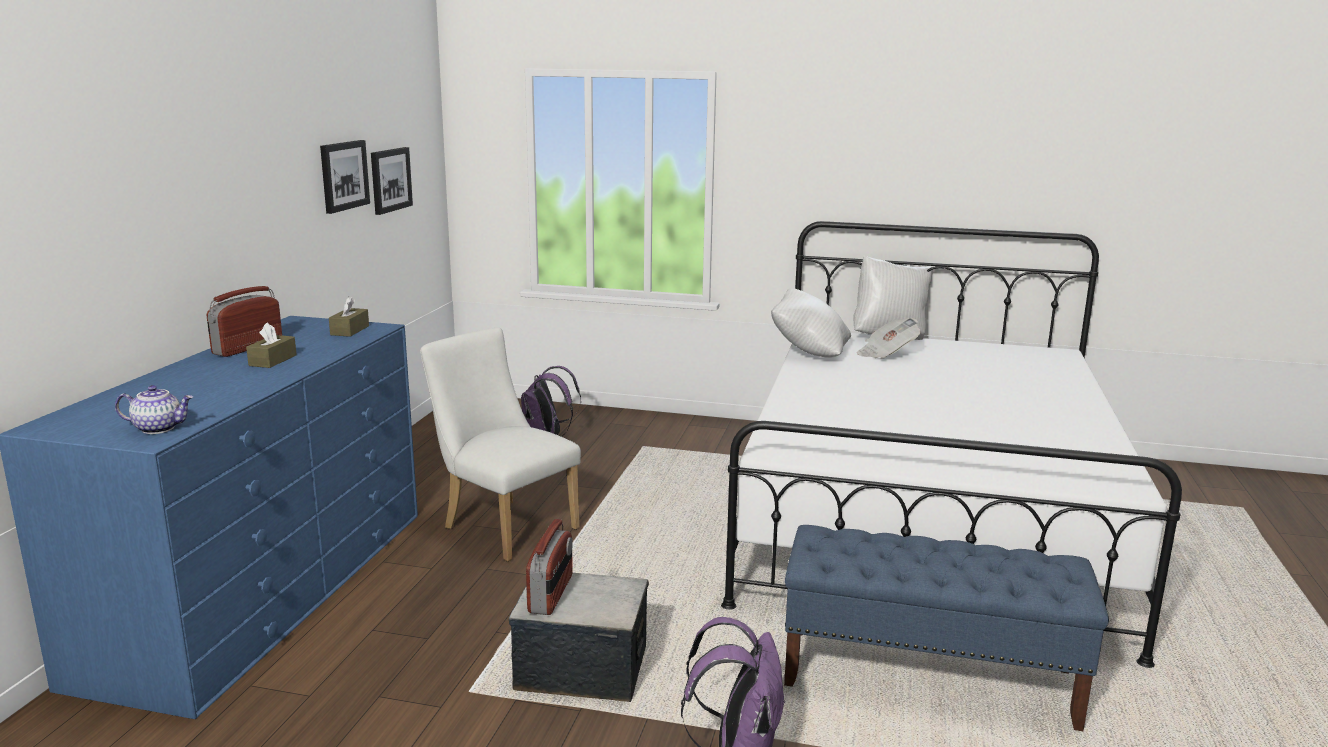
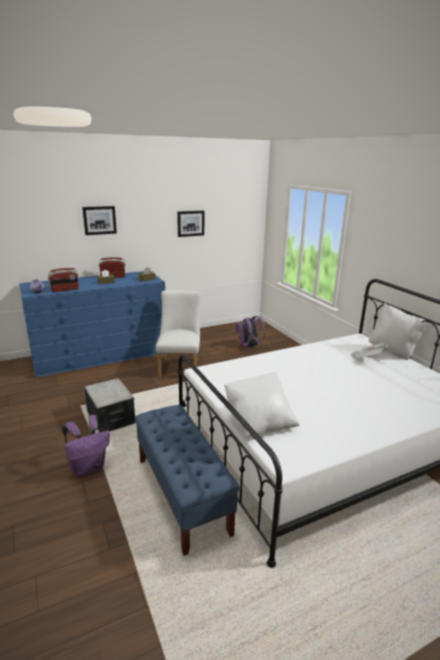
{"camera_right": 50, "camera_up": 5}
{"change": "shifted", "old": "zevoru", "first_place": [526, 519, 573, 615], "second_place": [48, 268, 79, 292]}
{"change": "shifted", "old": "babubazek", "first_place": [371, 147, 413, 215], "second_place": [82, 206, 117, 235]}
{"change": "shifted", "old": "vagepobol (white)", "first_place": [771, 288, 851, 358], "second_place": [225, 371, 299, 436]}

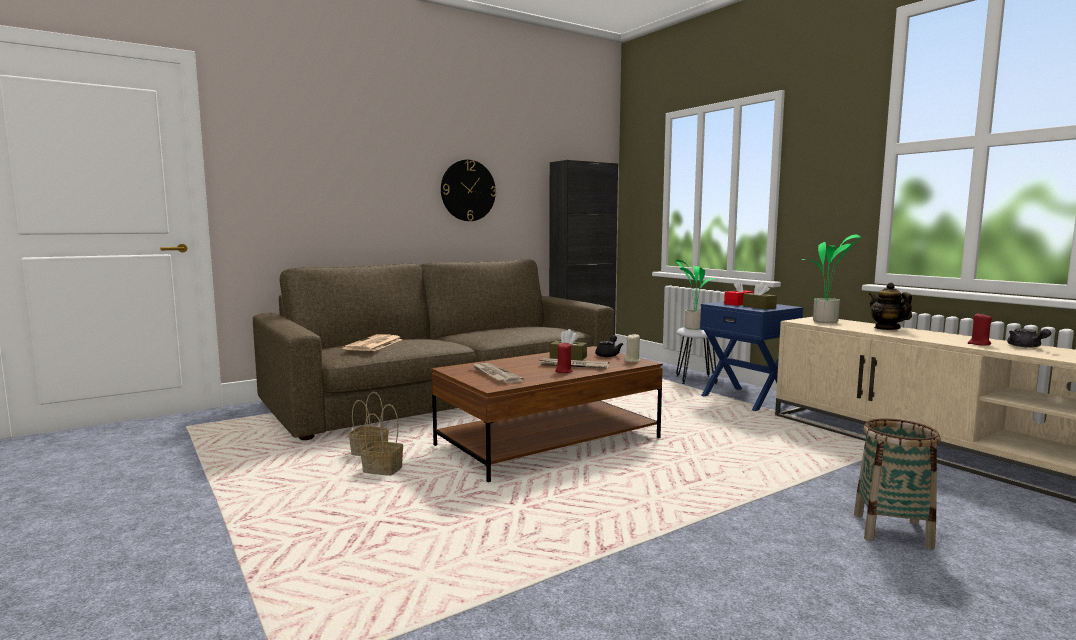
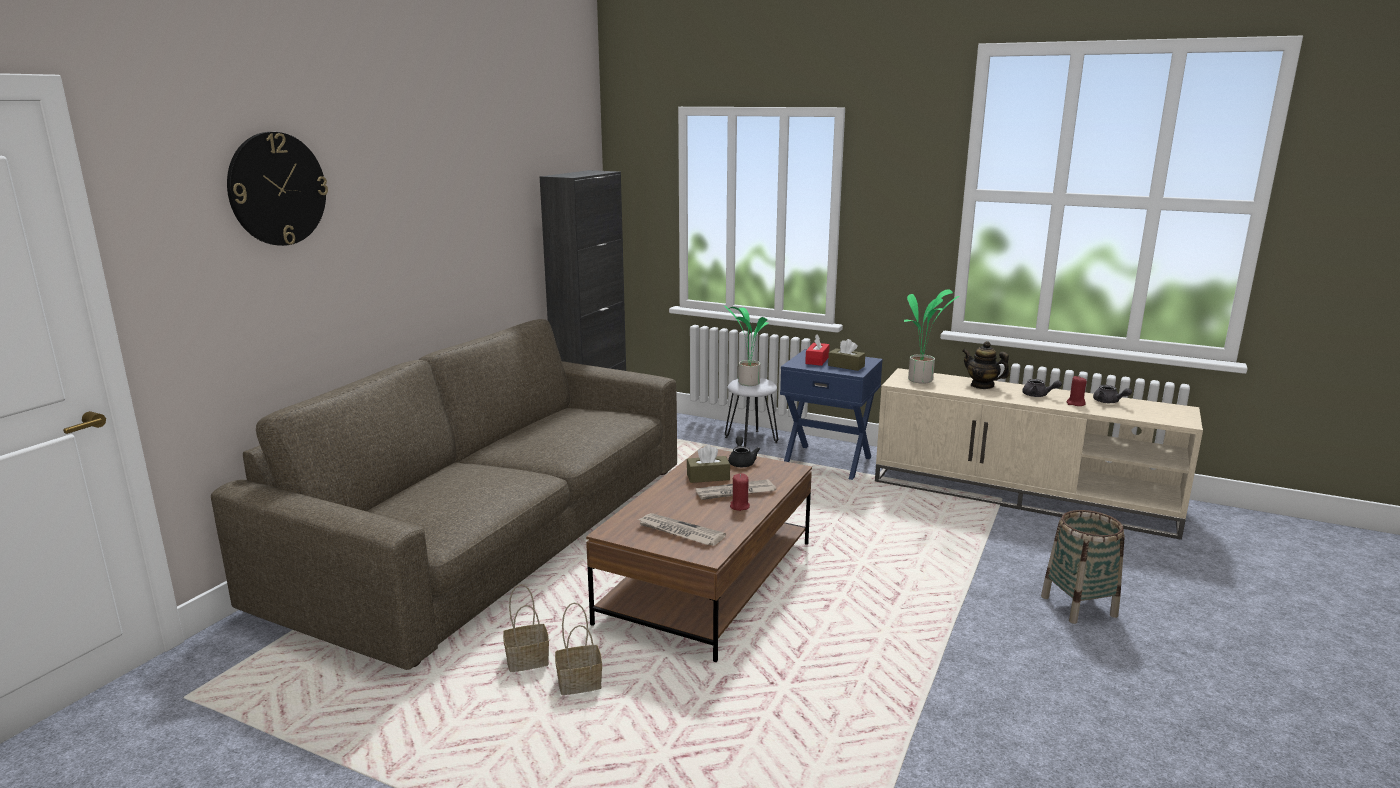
{"camera_right": -30, "camera_up": 10}
{"change": "shifted", "old": "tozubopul", "first_place": [441, 160, 496, 221], "second_place": [227, 132, 328, 246]}
{"change": "new", "new": "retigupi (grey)", "second_place": [1022, 379, 1062, 397]}
{"change": "gone", "old": "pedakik", "first_place": [342, 335, 403, 351]}
{"change": "gone", "old": "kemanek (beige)", "first_place": [624, 333, 641, 362]}

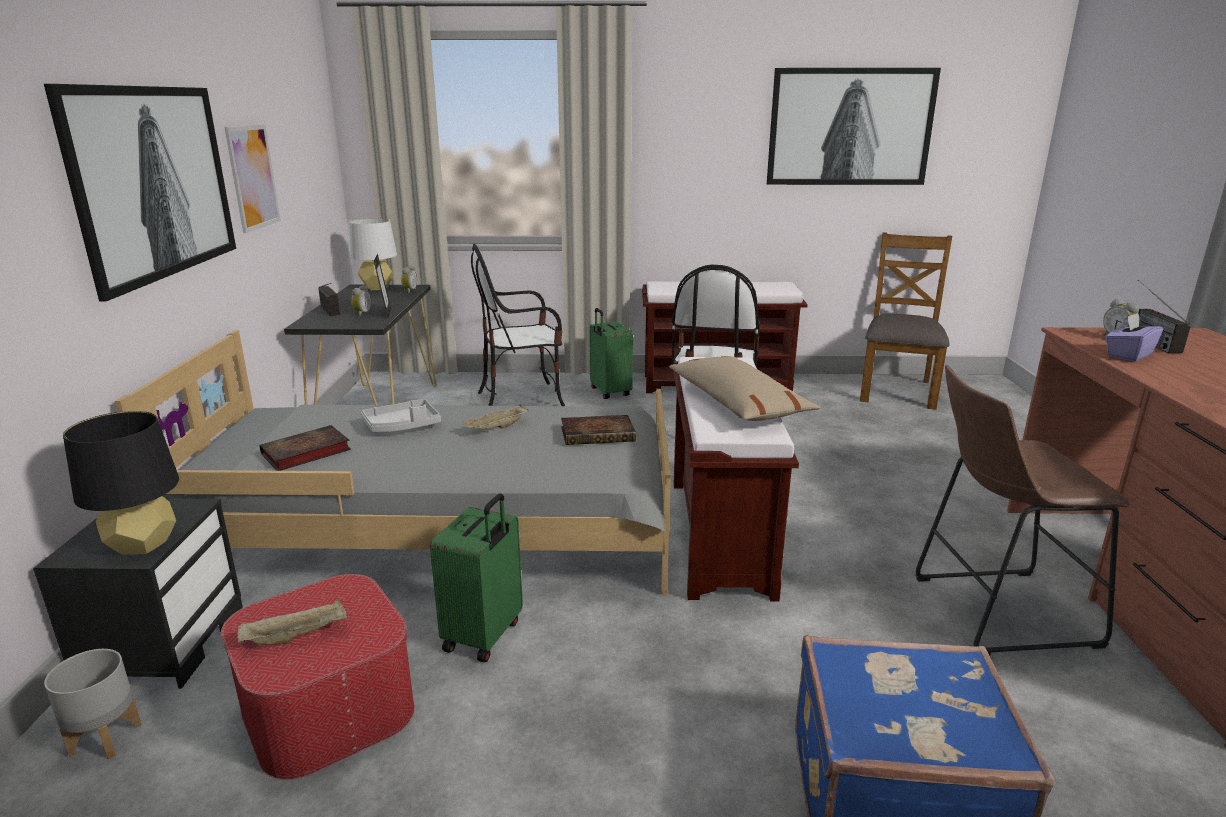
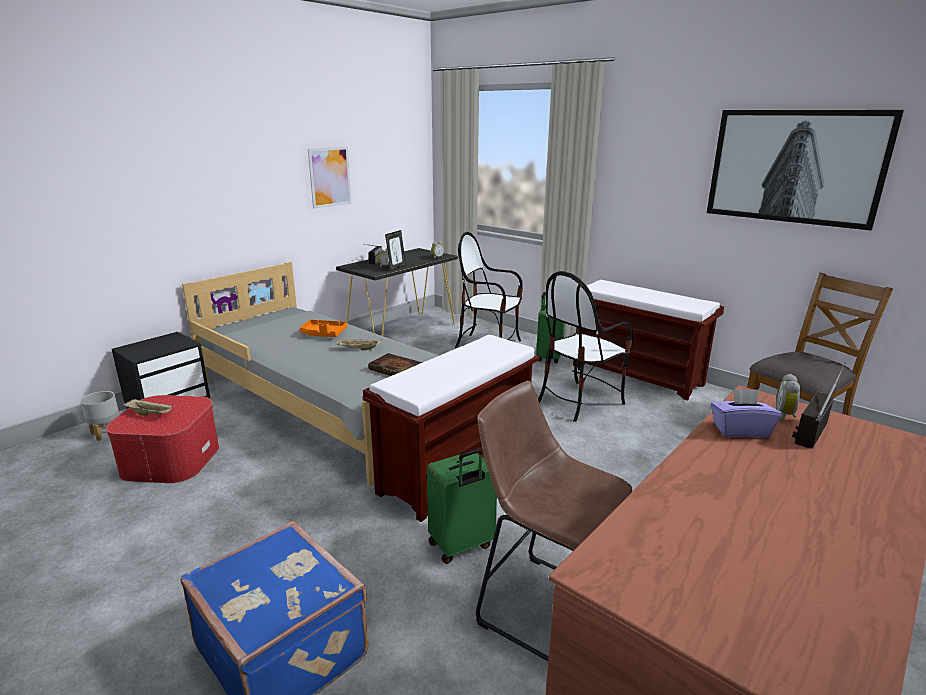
{"camera_right": 40, "camera_up": 0}
{"change": "repainted", "old": "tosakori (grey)", "new": "tosakori (orange)", "first_place": [361, 399, 441, 432], "second_place": [300, 319, 347, 337]}
{"change": "shifted", "old": "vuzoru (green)", "first_place": [430, 493, 523, 662], "second_place": [427, 449, 497, 564]}
{"change": "gone", "old": "babubazek", "first_place": [44, 84, 236, 302]}
{"change": "gone", "old": "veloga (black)", "first_place": [63, 411, 179, 555]}
{"change": "gone", "old": "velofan", "first_place": [259, 425, 351, 471]}
{"change": "gone", "old": "veloga (white)", "first_place": [349, 218, 397, 290]}
{"change": "gone", "old": "vagepobol (beige)", "first_place": [669, 356, 821, 421]}

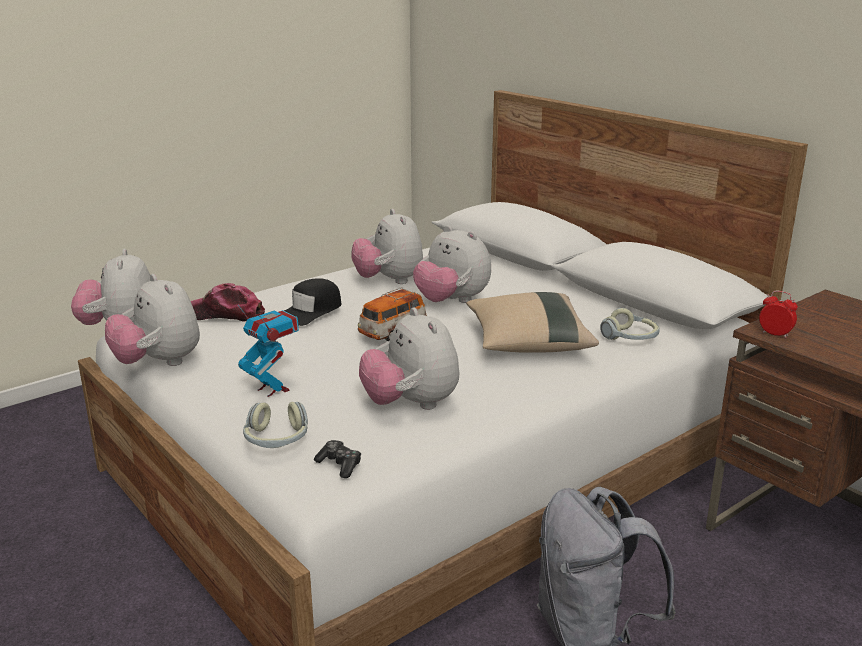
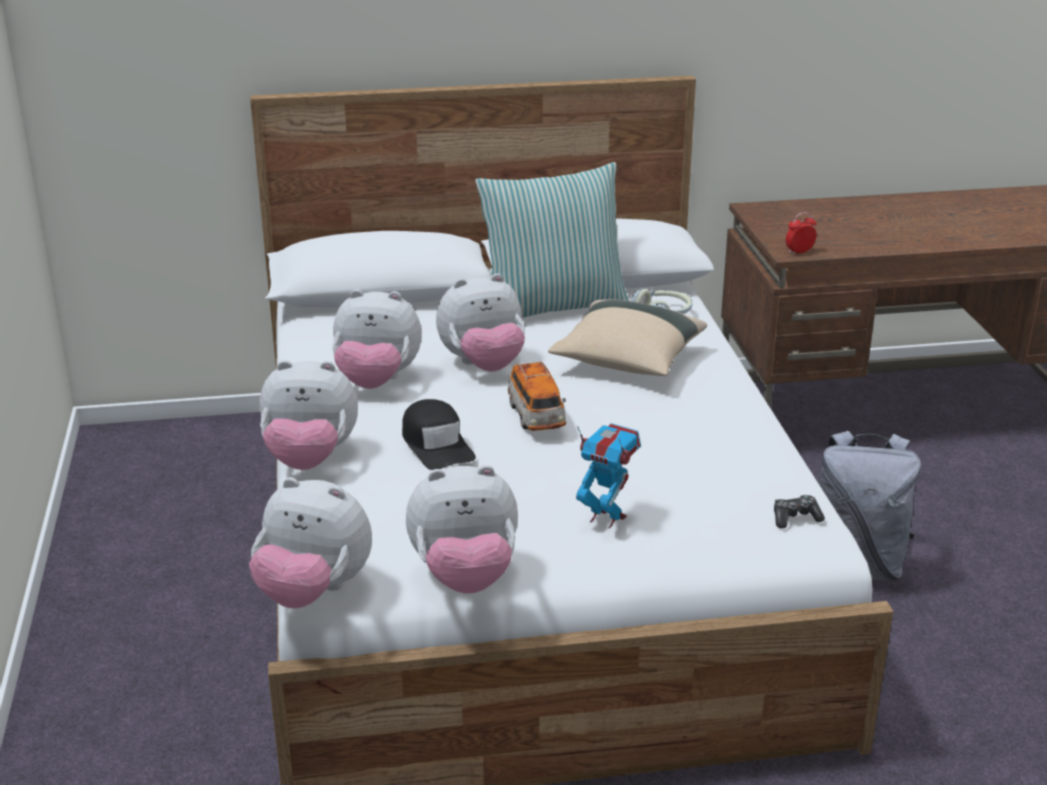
{"camera_right": -60, "camera_up": 5}
{"change": "shifted", "old": "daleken", "first_place": [359, 308, 459, 410], "second_place": [260, 360, 358, 470]}
{"change": "new", "new": "vagepobol", "second_place": [476, 162, 629, 318]}
{"change": "rotated", "old": "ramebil", "first_place": [238, 305, 299, 397], "second_place": [576, 423, 641, 529], "degrees": 45}
{"change": "gone", "old": "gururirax", "first_place": [191, 283, 265, 322]}
{"change": "gone", "old": "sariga", "first_place": [243, 402, 308, 448]}

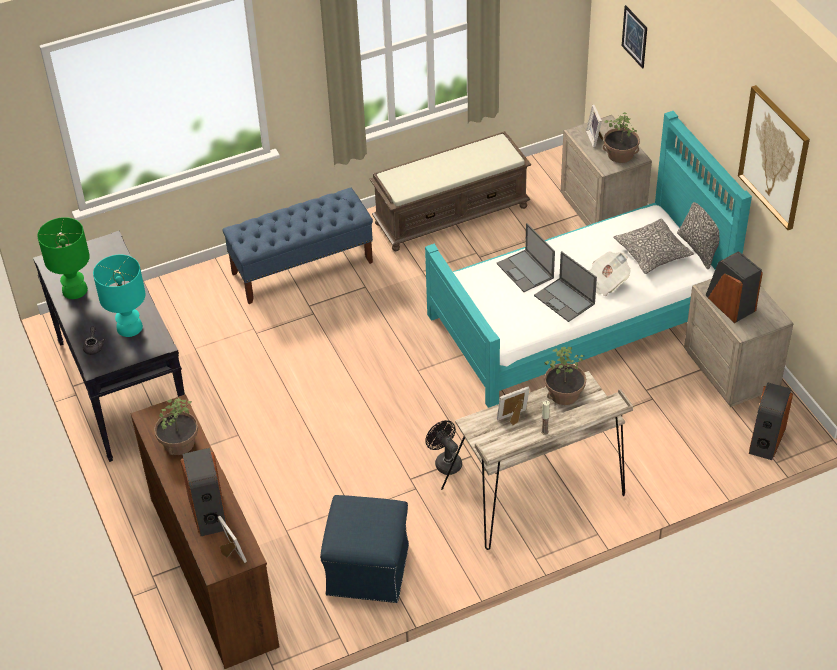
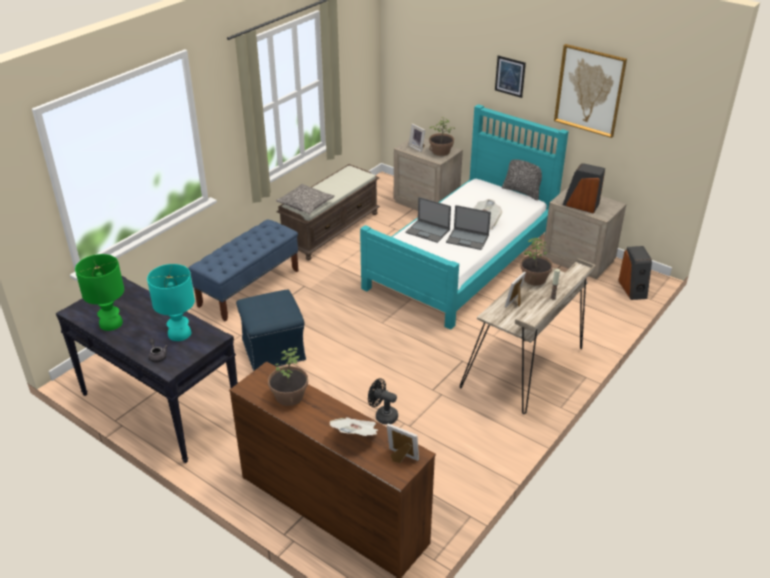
{"camera_right": -30, "camera_up": -10}
{"change": "shifted", "old": "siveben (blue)", "first_place": [320, 495, 409, 603], "second_place": [236, 290, 306, 371]}
{"change": "shifted", "old": "vagepobol", "first_place": [613, 219, 694, 274], "second_place": [276, 184, 335, 214]}
{"change": "swapped", "old": "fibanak", "new": "pedakik", "first_place": [180, 448, 227, 536], "second_place": [330, 417, 378, 436]}
{"change": "shifted", "old": "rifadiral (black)", "first_place": [425, 420, 462, 475], "second_place": [368, 378, 398, 425]}
{"change": "shifted", "old": "babubazek", "first_place": [622, 5, 647, 69], "second_place": [495, 56, 526, 98]}

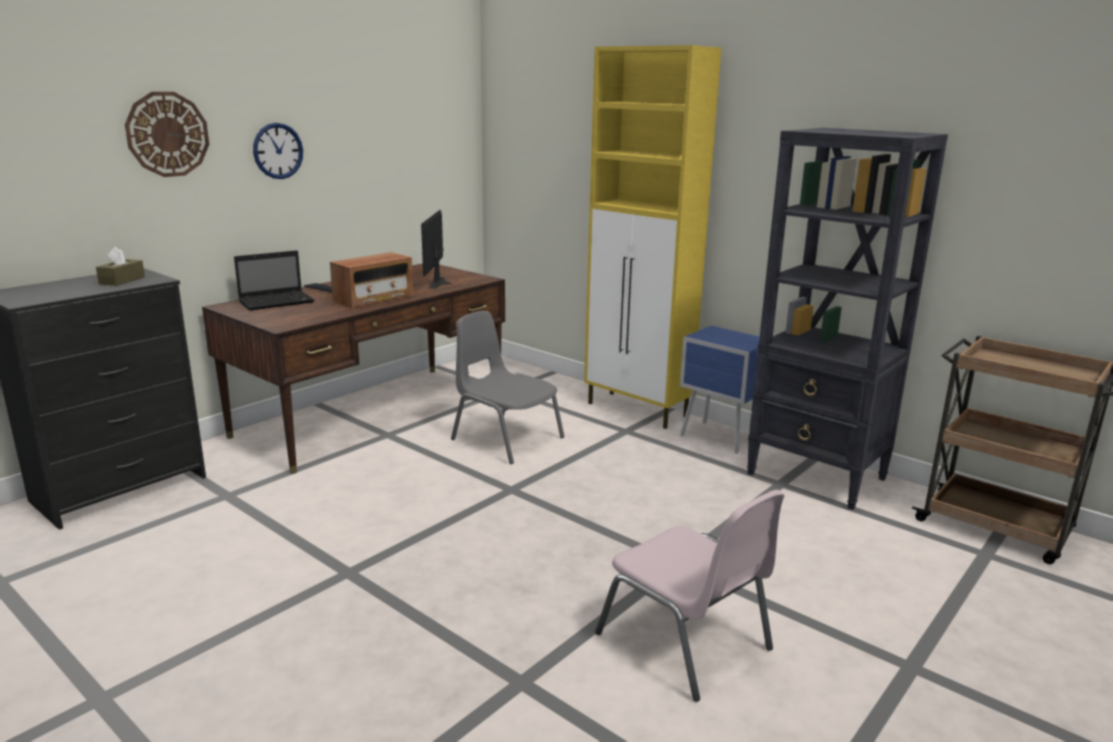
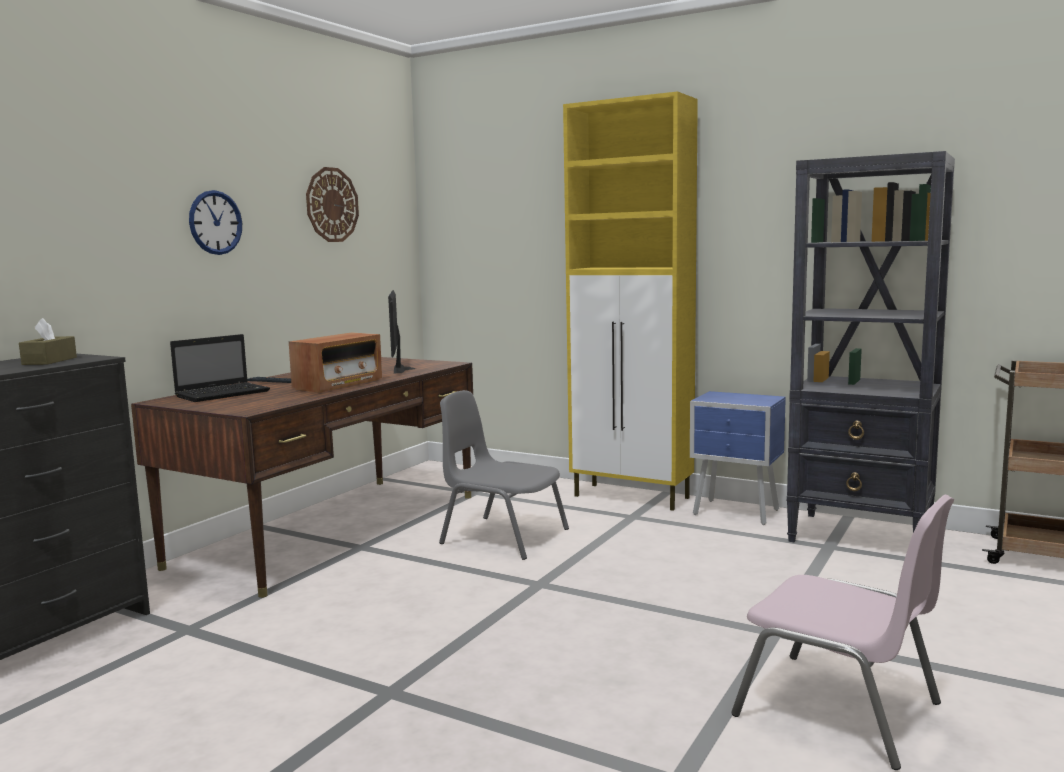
{"camera_right": -10, "camera_up": -10}
{"change": "shifted", "old": "tozubopul", "first_place": [125, 92, 209, 177], "second_place": [306, 167, 359, 242]}

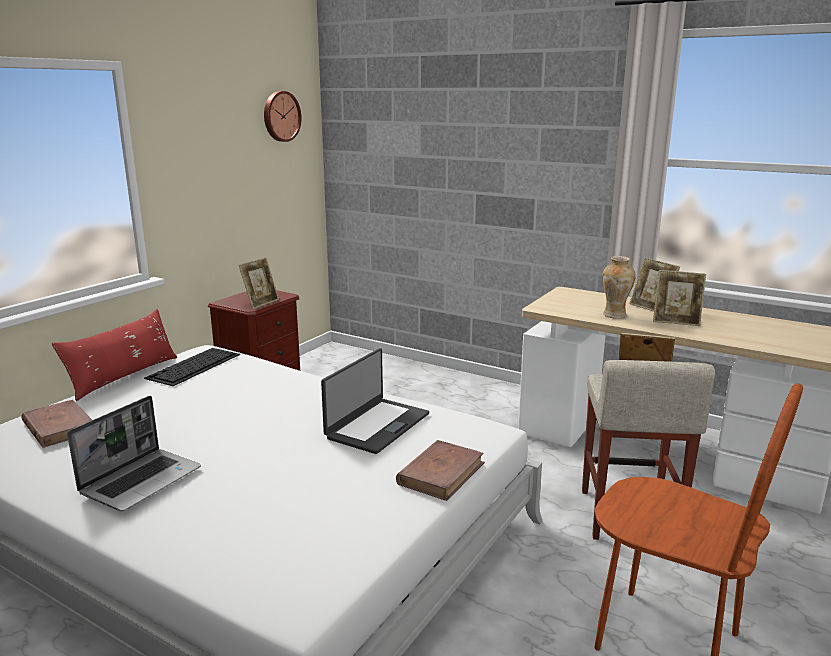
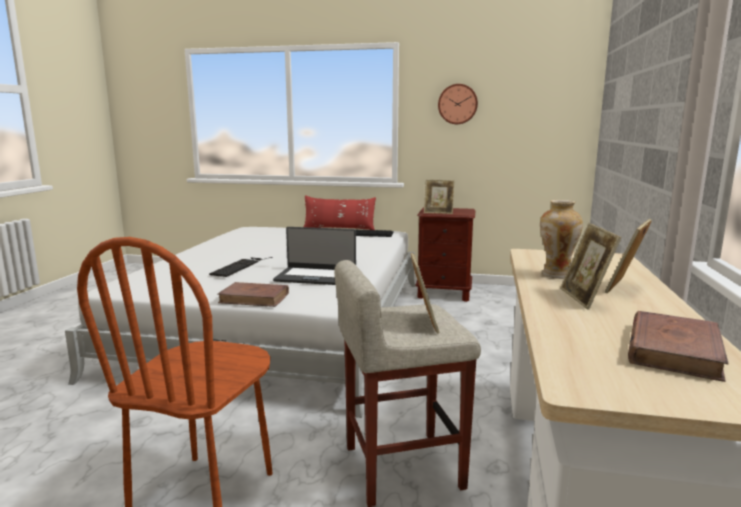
{"camera_right": 70, "camera_up": -5}
{"change": "new", "new": "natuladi", "second_place": [209, 257, 273, 277]}
{"change": "shifted", "old": "tozubopul", "first_place": [264, 91, 301, 142], "second_place": [438, 84, 478, 124]}
{"change": "shifted", "old": "velofan (brown)", "first_place": [21, 400, 92, 448], "second_place": [628, 311, 729, 382]}
{"change": "gone", "old": "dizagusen", "first_place": [67, 396, 201, 511]}

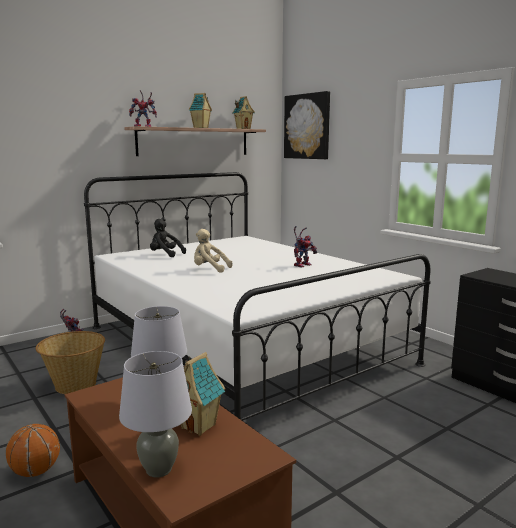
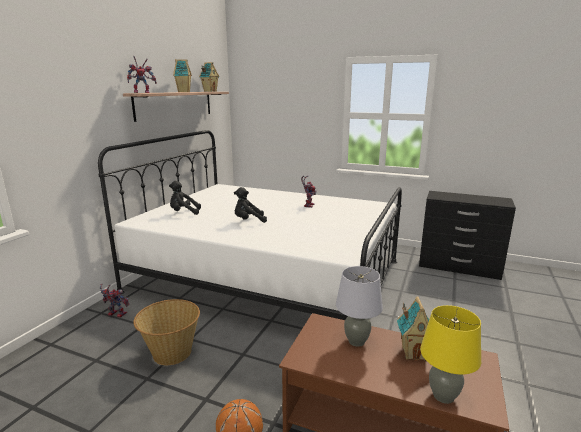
{"camera_right": -30, "camera_up": 5}
{"change": "repainted", "old": "daleken (beige)", "new": "daleken (black)", "first_place": [194, 229, 232, 272], "second_place": [234, 187, 267, 223]}
{"change": "repainted", "old": "veloga (grey)", "new": "veloga (yellow)", "first_place": [119, 351, 192, 478], "second_place": [420, 305, 481, 404]}
{"change": "gone", "old": "babubazek", "first_place": [284, 91, 330, 159]}

